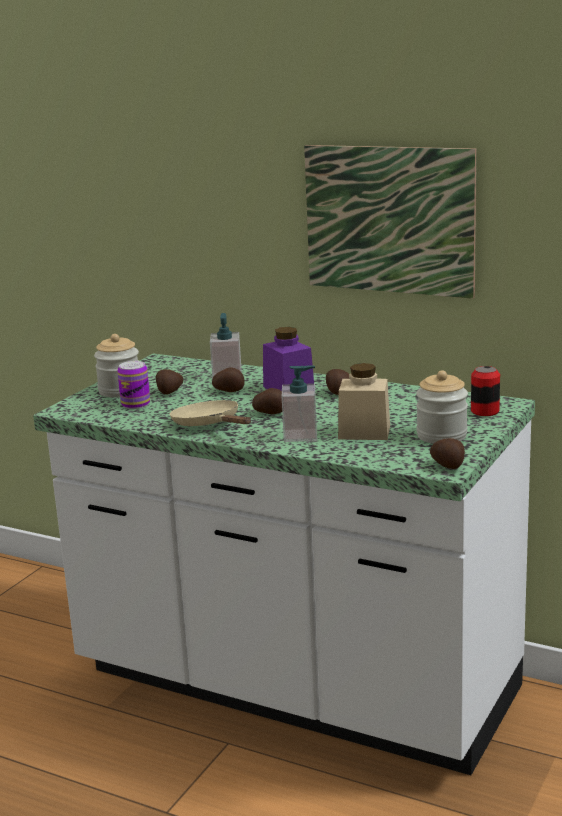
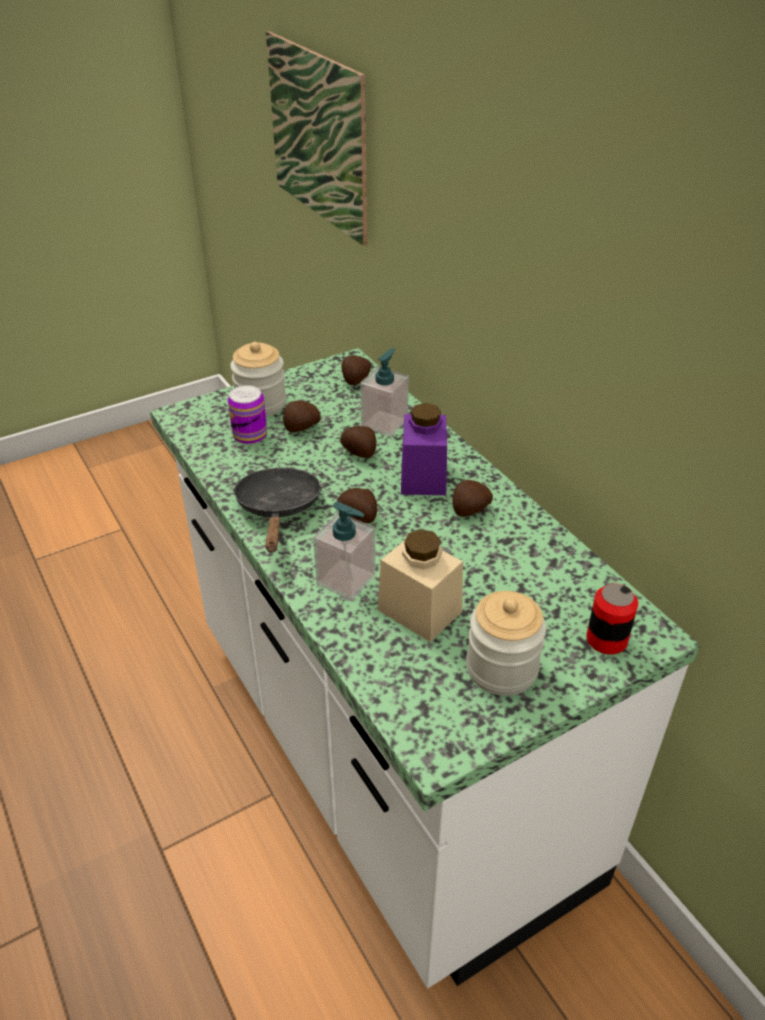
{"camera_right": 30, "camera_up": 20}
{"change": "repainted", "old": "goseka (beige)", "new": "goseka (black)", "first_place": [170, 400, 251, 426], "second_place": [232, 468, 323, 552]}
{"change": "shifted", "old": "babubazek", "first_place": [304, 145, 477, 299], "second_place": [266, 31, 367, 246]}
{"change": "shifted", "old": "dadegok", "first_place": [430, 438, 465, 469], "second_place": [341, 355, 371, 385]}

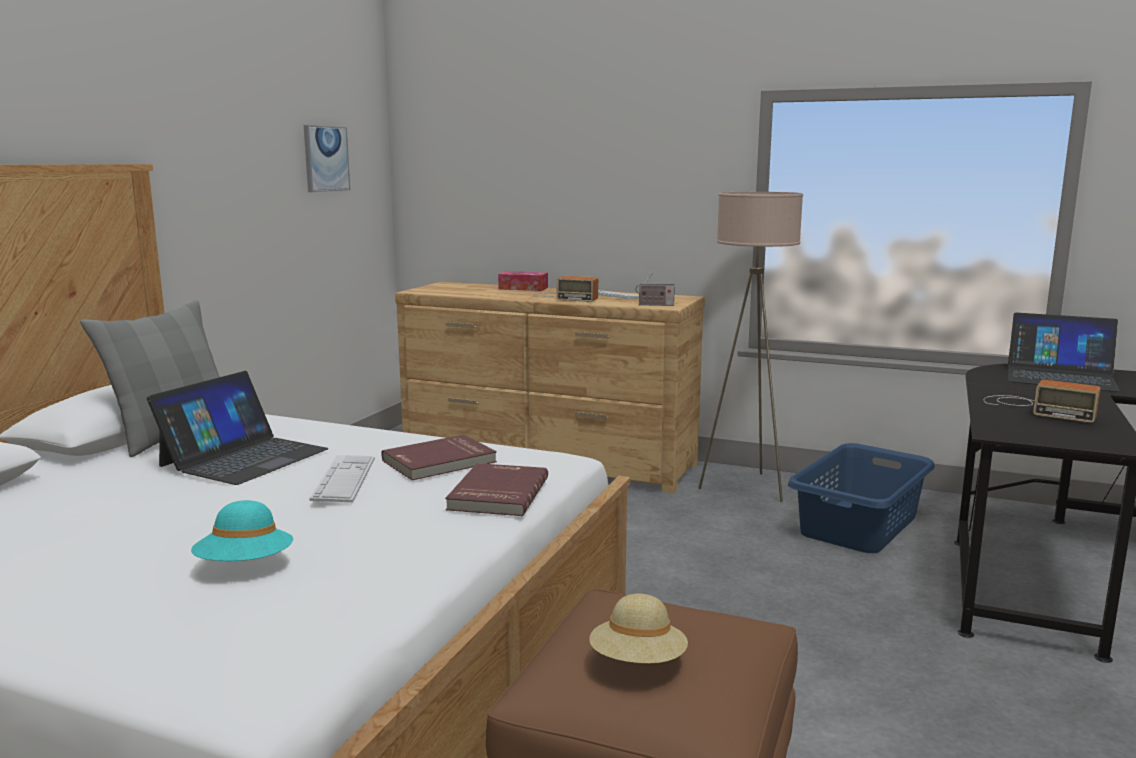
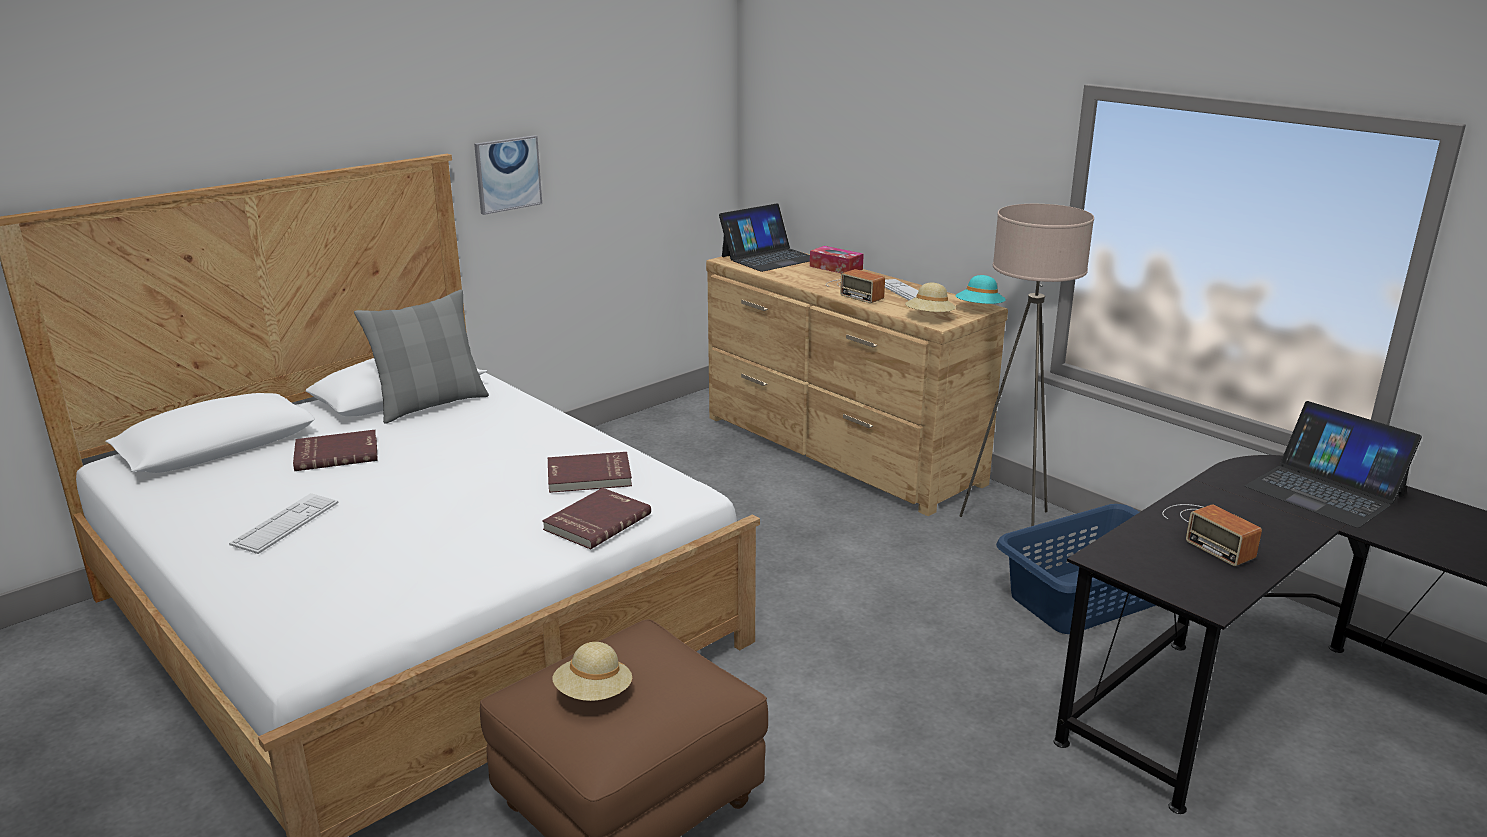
{"camera_right": 25, "camera_up": 10}
{"change": "shifted", "old": "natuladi", "first_place": [310, 455, 374, 502], "second_place": [229, 493, 338, 554]}
{"change": "new", "new": "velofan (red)", "second_place": [293, 430, 378, 471]}
{"change": "shifted", "old": "babubazek", "first_place": [304, 125, 350, 192], "second_place": [474, 135, 542, 215]}
{"change": "shifted", "old": "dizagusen", "first_place": [147, 371, 329, 485], "second_place": [719, 203, 810, 272]}
{"change": "swapped", "old": "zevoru", "new": "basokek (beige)", "first_place": [635, 273, 675, 306], "second_place": [905, 283, 956, 312]}
{"change": "shifted", "old": "basokek (turquoise)", "first_place": [191, 500, 293, 561], "second_place": [956, 275, 1006, 304]}

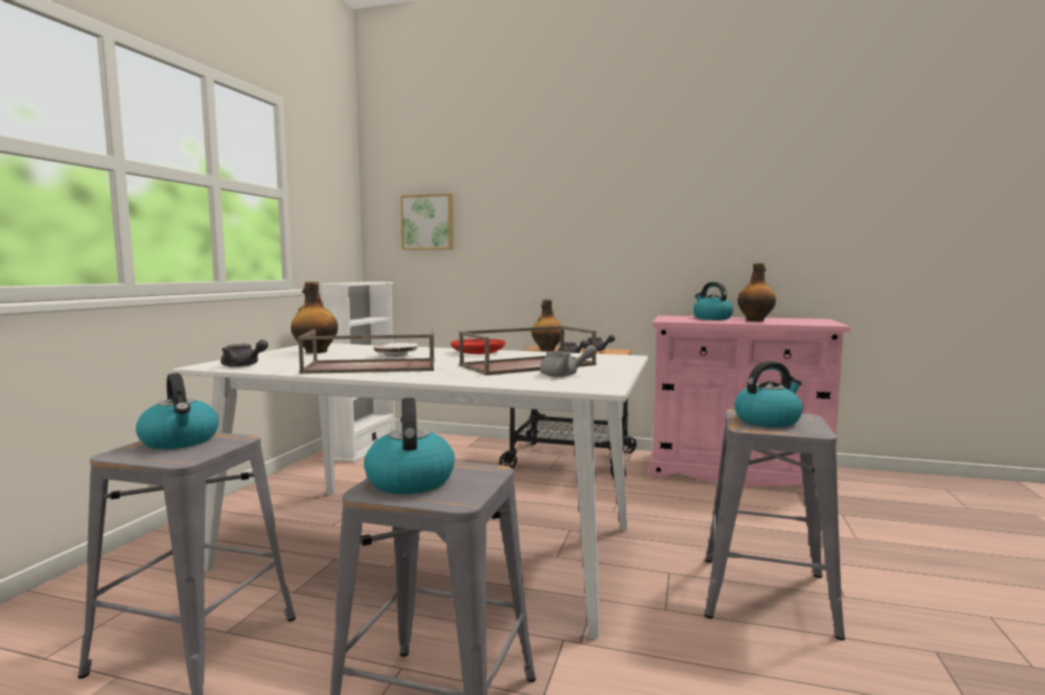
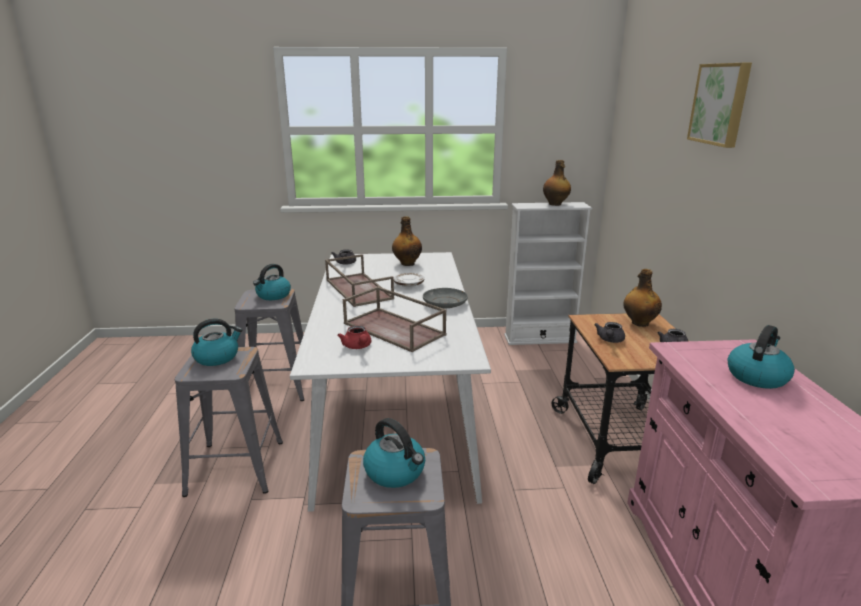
{"camera_right": 70, "camera_up": 15}
{"change": "repainted", "old": "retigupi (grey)", "new": "retigupi (red)", "first_place": [540, 345, 597, 377], "second_place": [337, 326, 371, 349]}
{"change": "repainted", "old": "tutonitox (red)", "new": "tutonitox (grey)", "first_place": [451, 339, 506, 354], "second_place": [423, 288, 468, 308]}
{"change": "shifted", "old": "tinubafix", "first_place": [737, 263, 776, 321], "second_place": [543, 160, 571, 206]}
{"change": "shifted", "old": "babubazek", "first_place": [400, 194, 453, 250], "second_place": [687, 63, 752, 148]}

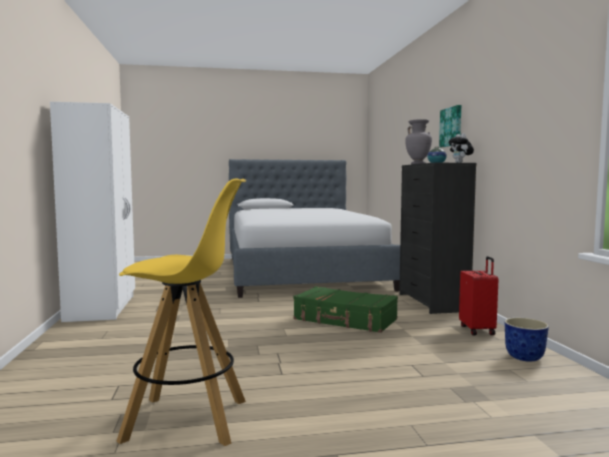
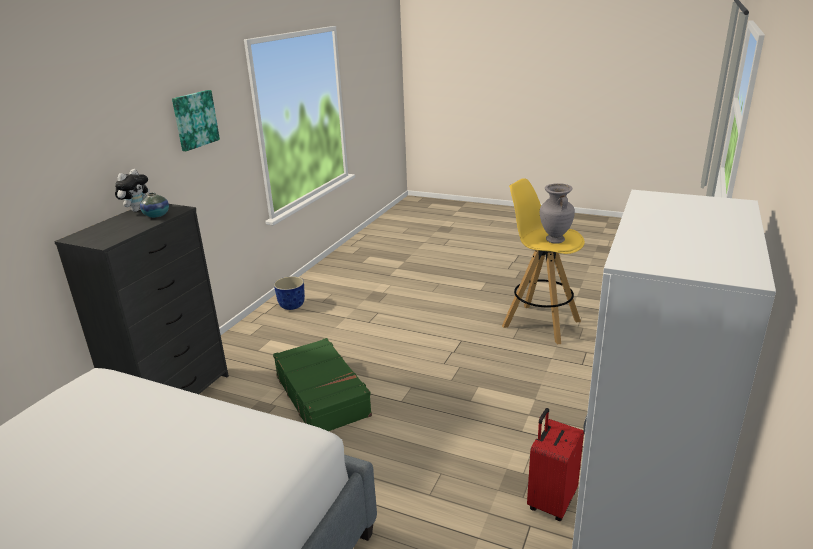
{"camera_right": -145, "camera_up": 20}
{"change": "shifted", "old": "babubazek", "first_place": [439, 105, 461, 147], "second_place": [172, 90, 220, 151]}
{"change": "shifted", "old": "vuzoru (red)", "first_place": [459, 256, 498, 335], "second_place": [527, 408, 584, 521]}
{"change": "shifted", "old": "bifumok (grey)", "first_place": [405, 119, 432, 164], "second_place": [540, 183, 575, 244]}

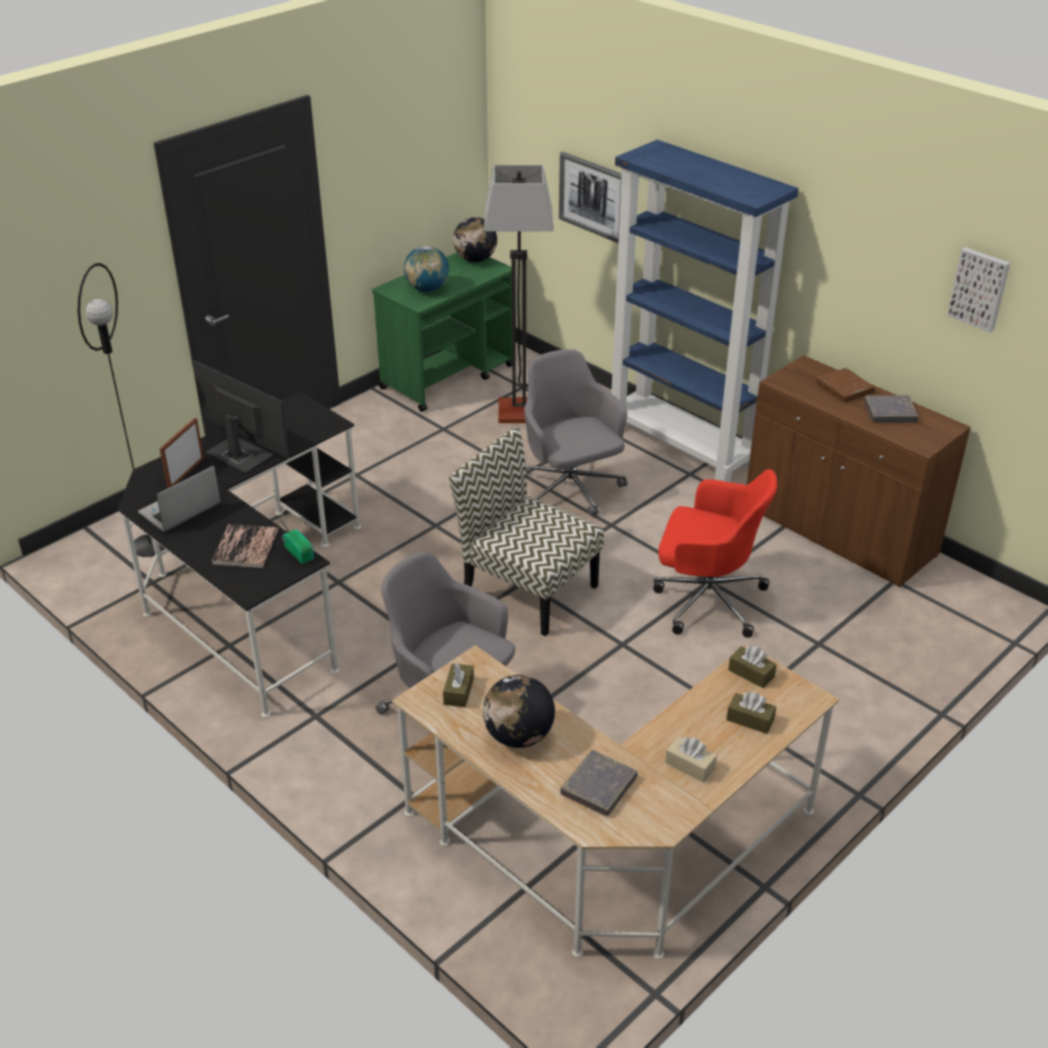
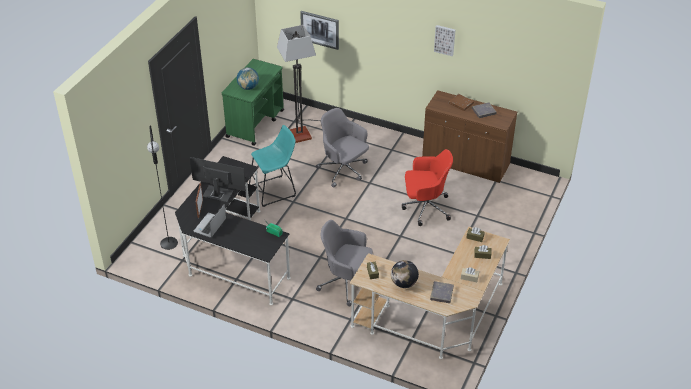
{"camera_right": -20, "camera_up": 5}
{"change": "new", "new": "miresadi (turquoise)", "second_place": [249, 125, 296, 207]}
{"change": "shifted", "old": "babubazek", "first_place": [947, 247, 1010, 332], "second_place": [434, 25, 455, 56]}
{"change": "gone", "old": "velofan", "first_place": [212, 524, 279, 568]}
{"change": "gone", "old": "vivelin", "first_place": [449, 427, 604, 636]}
{"change": "gone", "old": "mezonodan", "first_place": [453, 217, 497, 262]}
{"change": "gone", "old": "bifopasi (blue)", "first_place": [611, 140, 799, 483]}

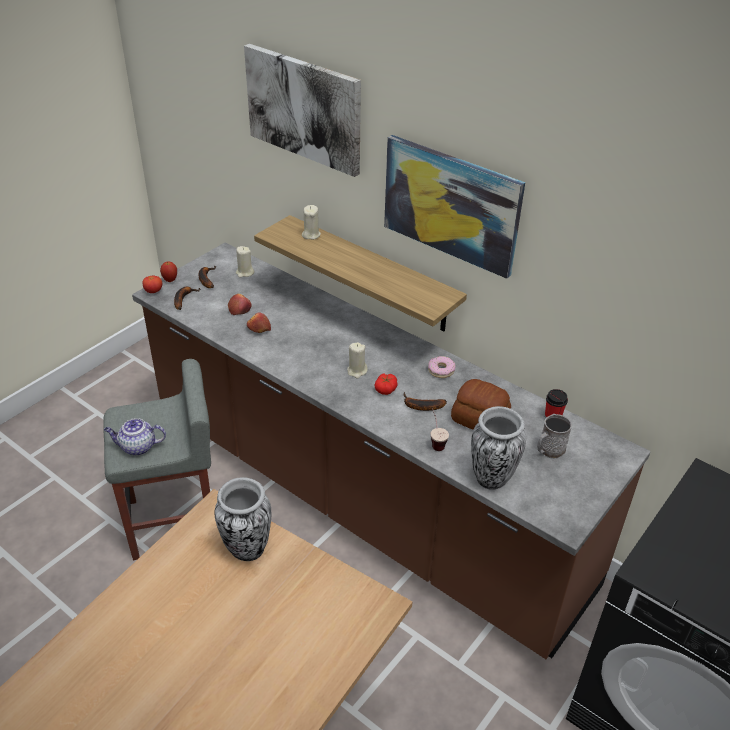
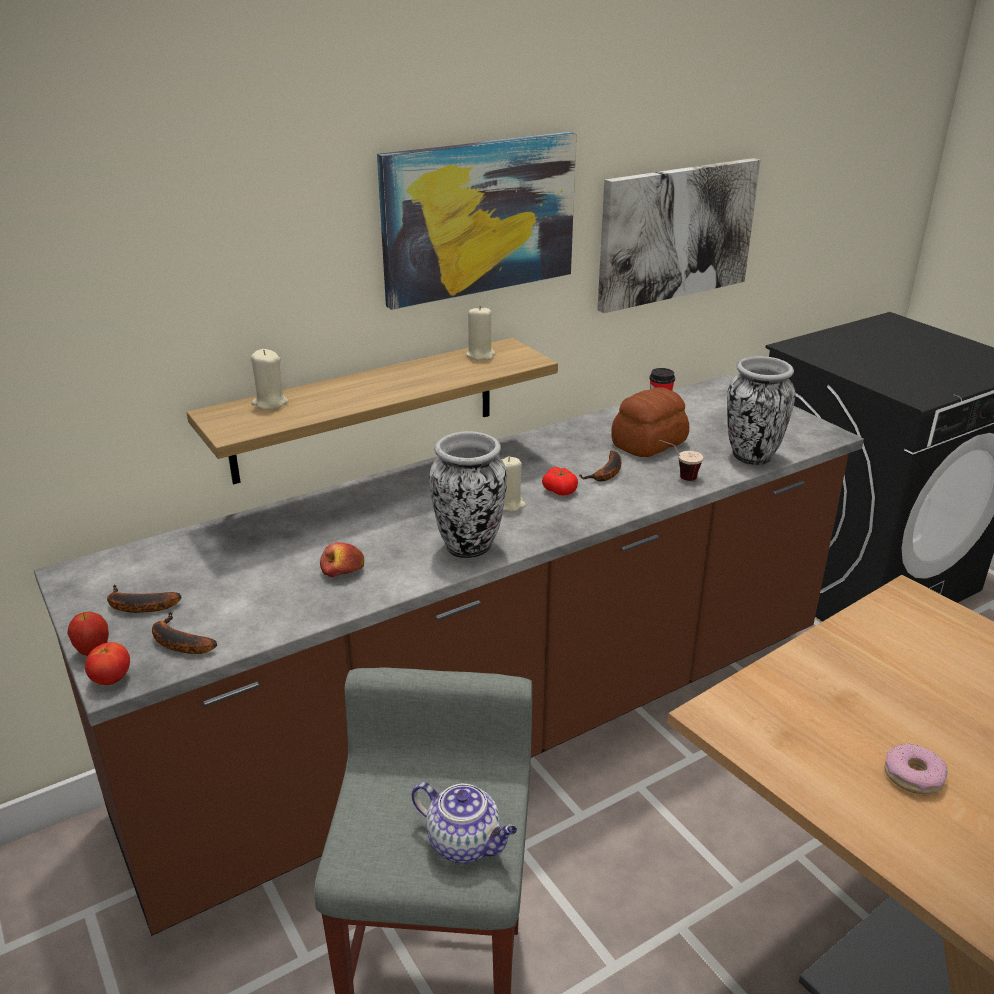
{"camera_right": -70, "camera_up": -10}
{"change": "rotated", "old": "retigupi", "first_place": [104, 418, 166, 456], "second_place": [412, 782, 517, 863], "degrees": -75}
{"change": "shifted", "old": "bifumok", "first_place": [215, 477, 271, 561], "second_place": [429, 431, 507, 559]}
{"change": "shifted", "old": "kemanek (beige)", "first_place": [236, 246, 254, 278], "second_place": [466, 306, 495, 360]}
{"change": "shifted", "old": "babubazek", "first_place": [244, 44, 361, 177], "second_place": [597, 158, 761, 313]}
{"change": "shifted", "old": "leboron", "first_place": [428, 356, 455, 378], "second_place": [884, 743, 948, 794]}
{"change": "gone", "old": "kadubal", "first_place": [228, 294, 252, 315]}
{"change": "gone", "old": "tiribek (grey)", "first_place": [537, 414, 572, 459]}

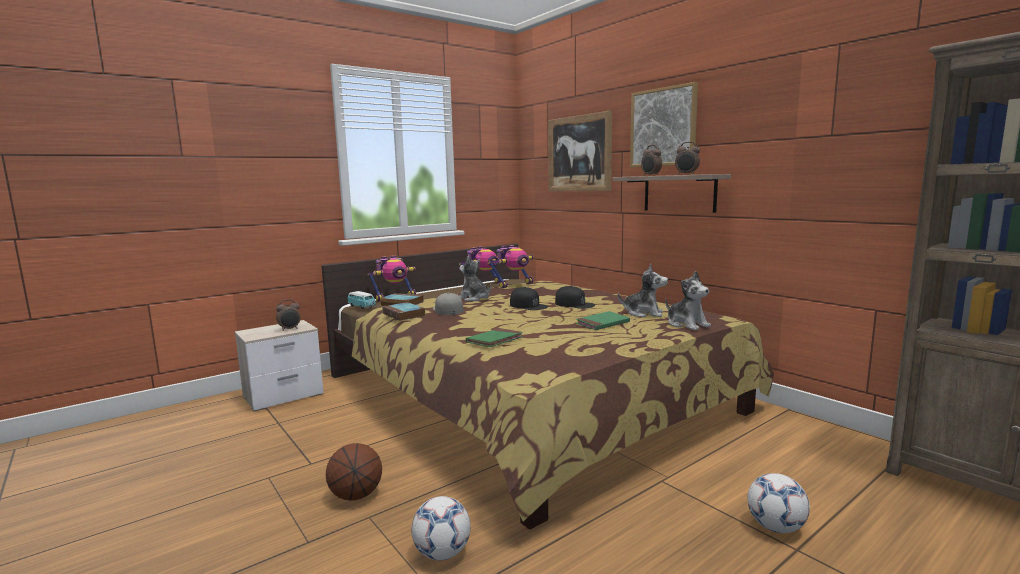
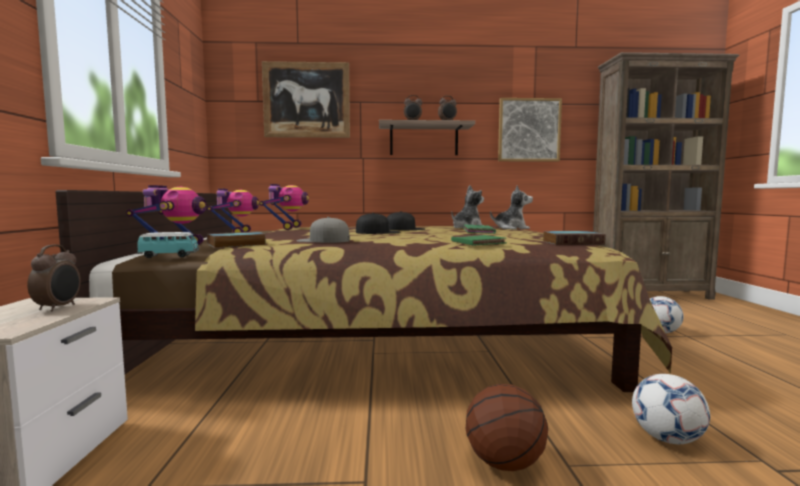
{"camera_right": -55, "camera_up": -5}
{"change": "shifted", "old": "babubazek", "first_place": [630, 82, 698, 167], "second_place": [498, 98, 562, 162]}
{"change": "shifted", "old": "velofan", "first_place": [382, 302, 425, 321], "second_place": [543, 231, 606, 245]}
{"change": "gone", "old": "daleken", "first_place": [459, 256, 491, 301]}

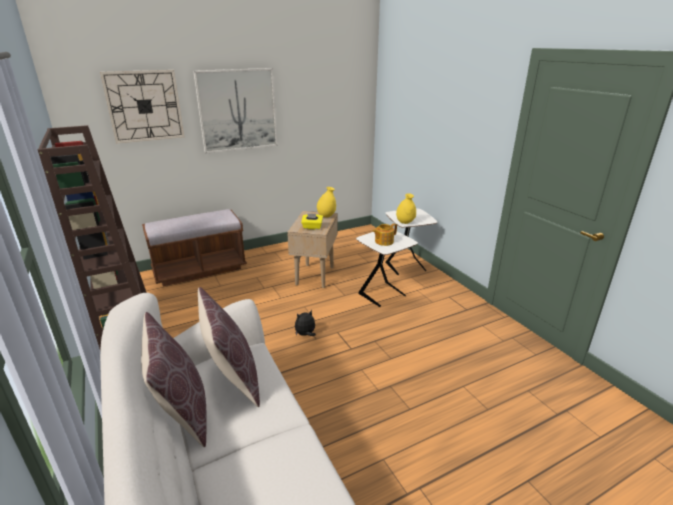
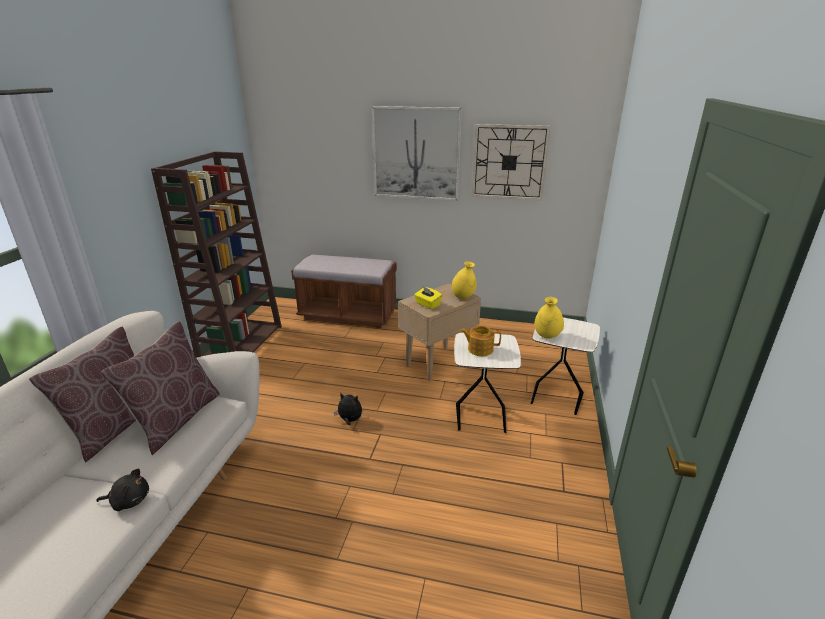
{"camera_right": 40, "camera_up": 0}
{"change": "new", "new": "daleken (black)", "second_place": [96, 468, 149, 511]}
{"change": "shifted", "old": "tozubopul", "first_place": [100, 70, 184, 144], "second_place": [472, 124, 550, 201]}

